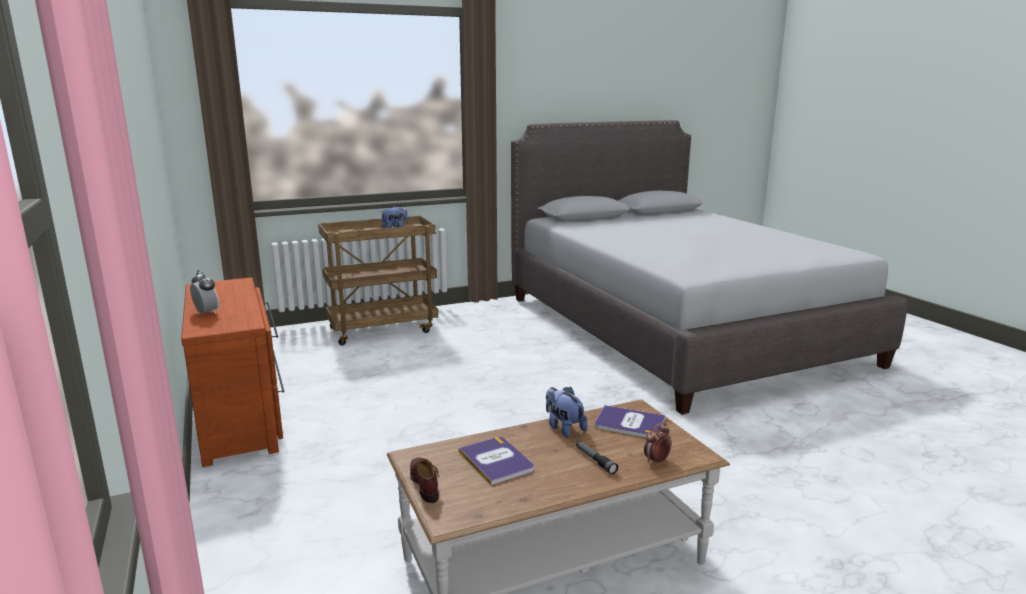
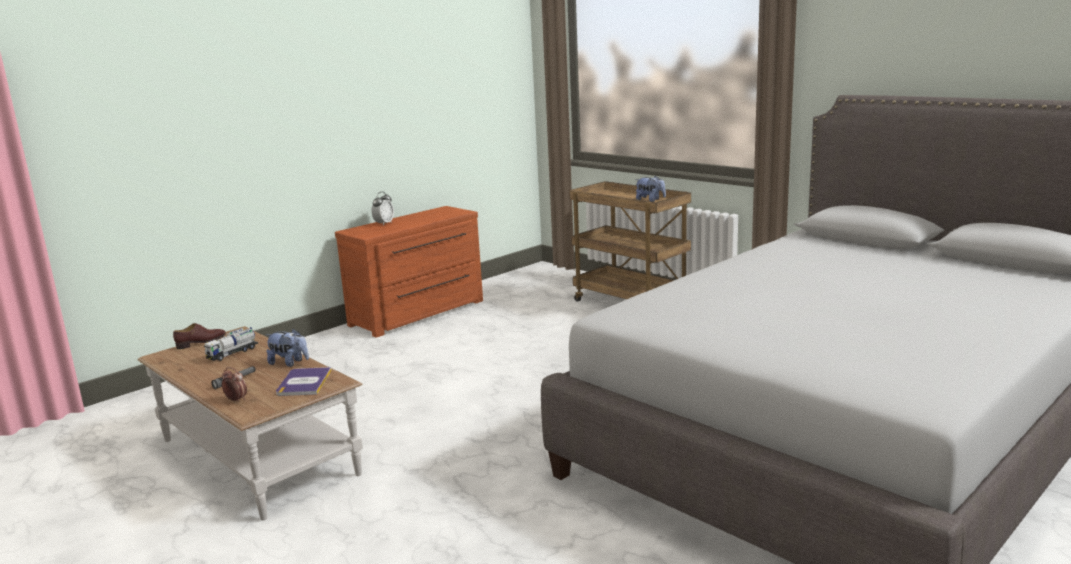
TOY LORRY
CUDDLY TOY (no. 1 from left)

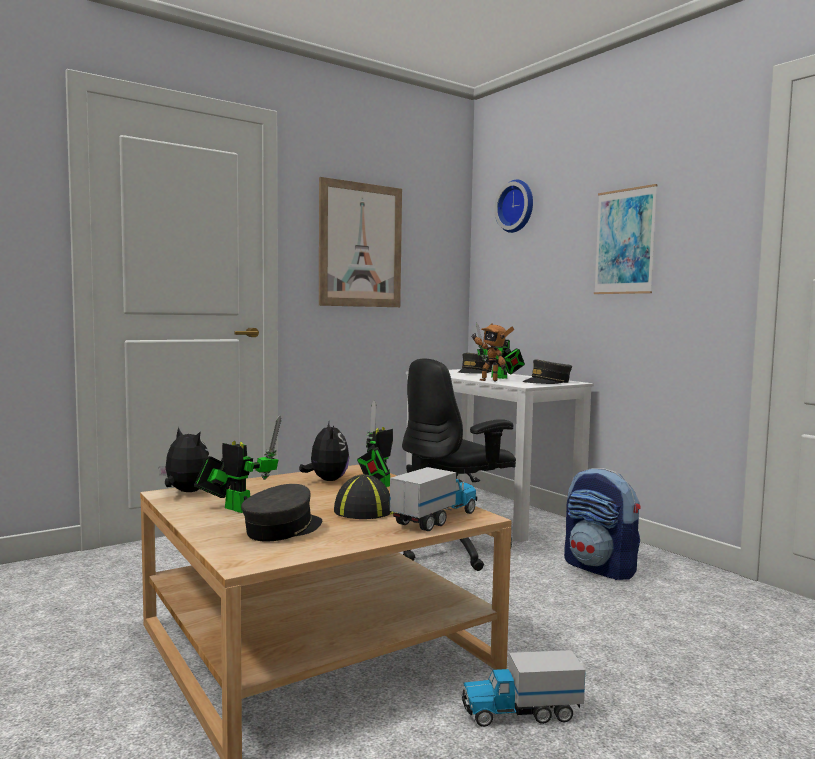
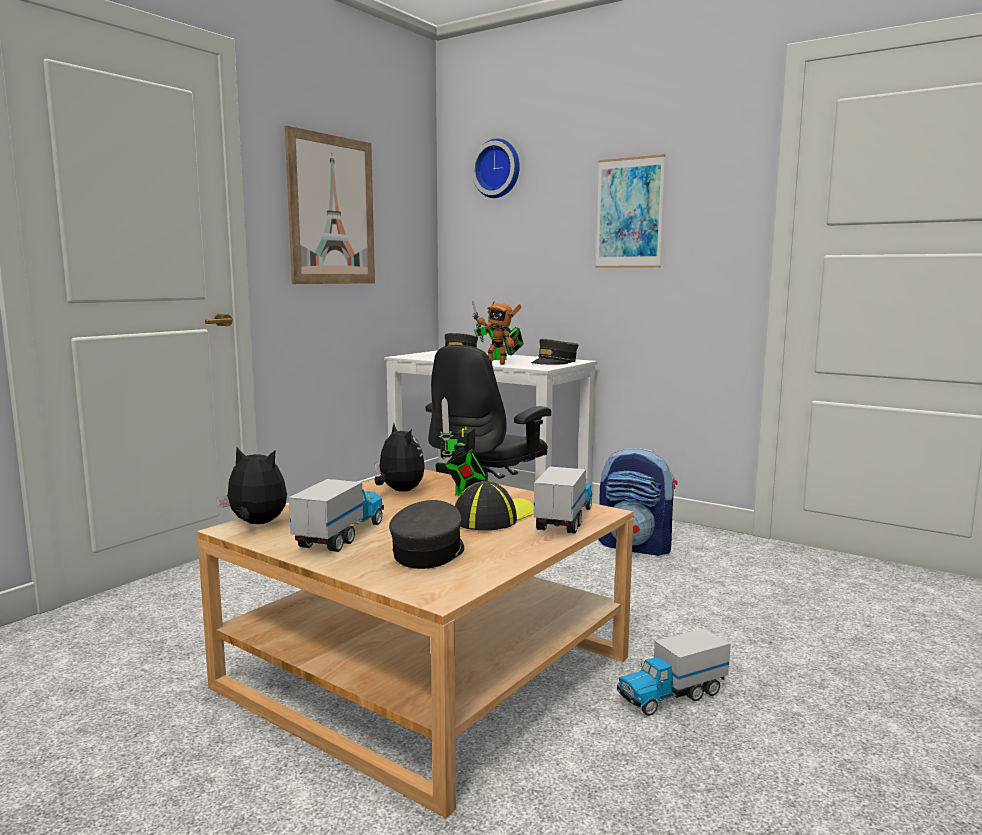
TOY LORRY (no. 1 from left)

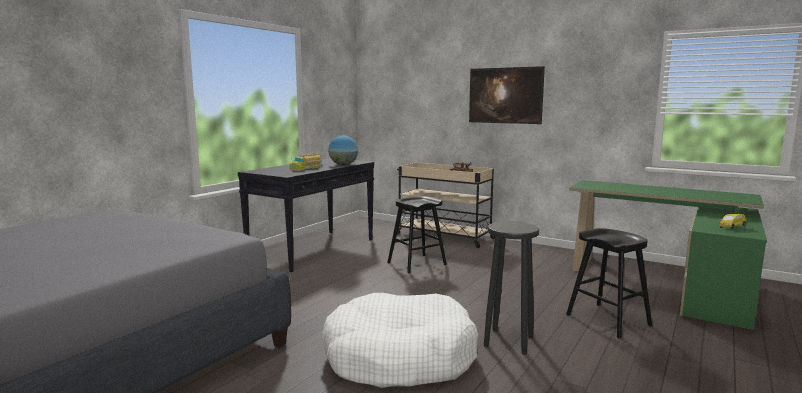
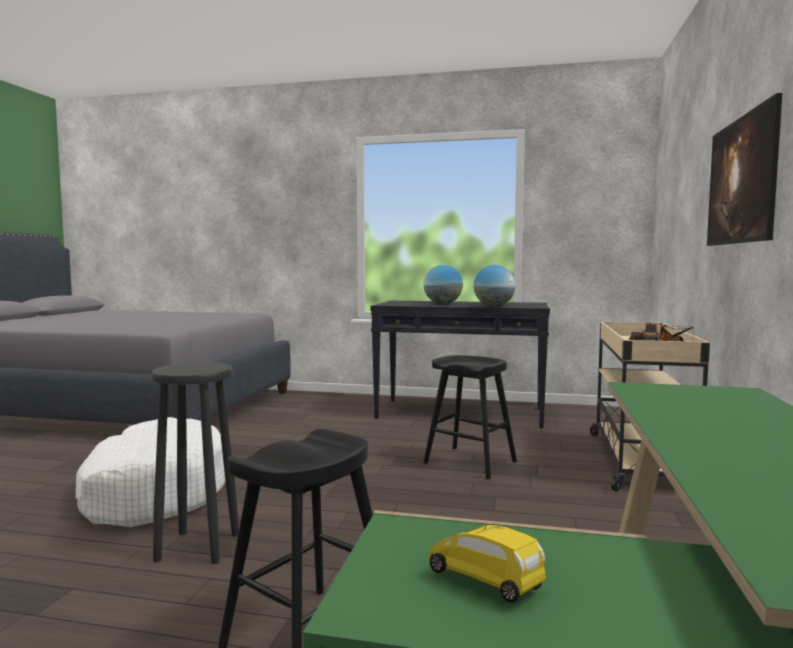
WORLD GLOBE (no. 1 from left)

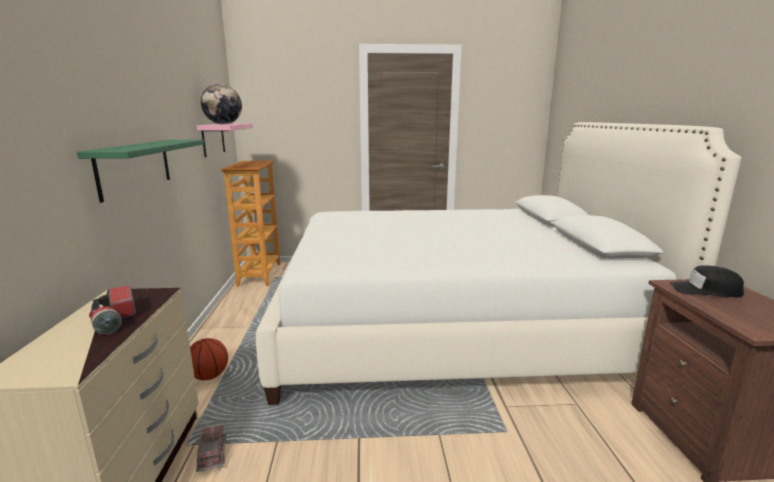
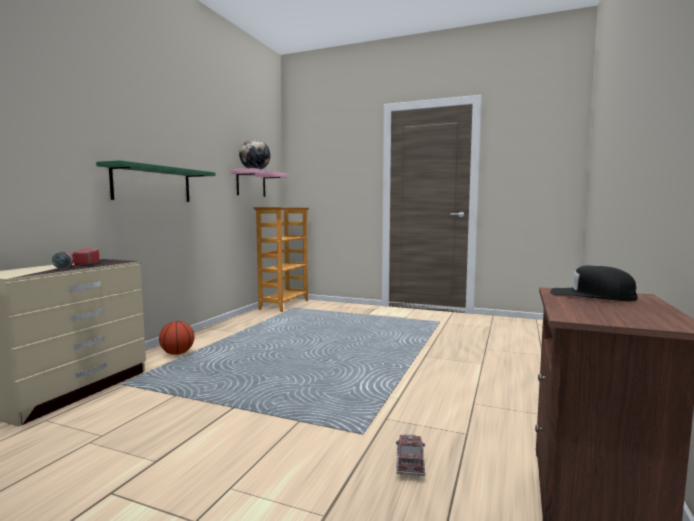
TOY LORRY
WHITE SLEEPING BED

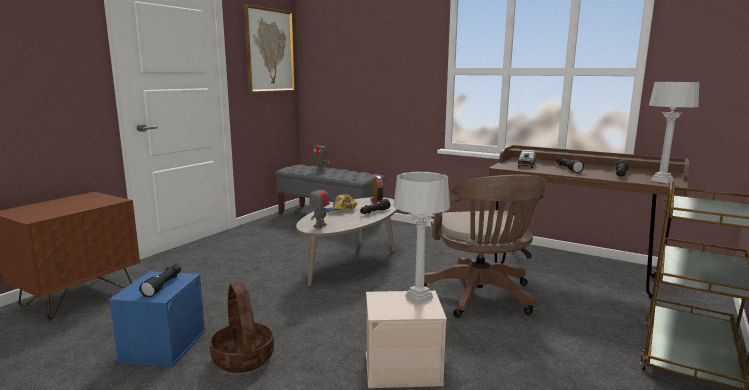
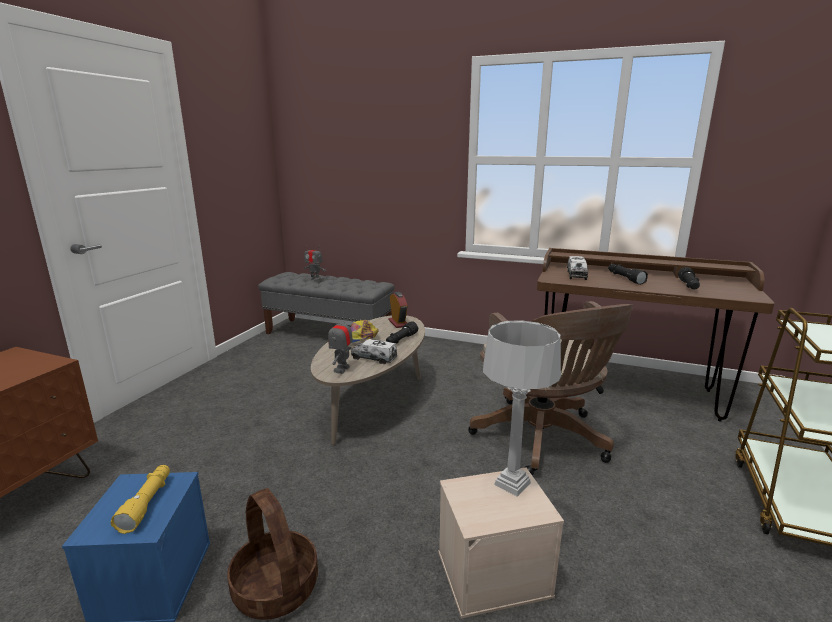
YELLOWISH HAND TORCH
TOY LORRY (no. 1 from left)
WALL PICTURE
GREYISH TABLE LAMP (no. 2 from left in the first image)

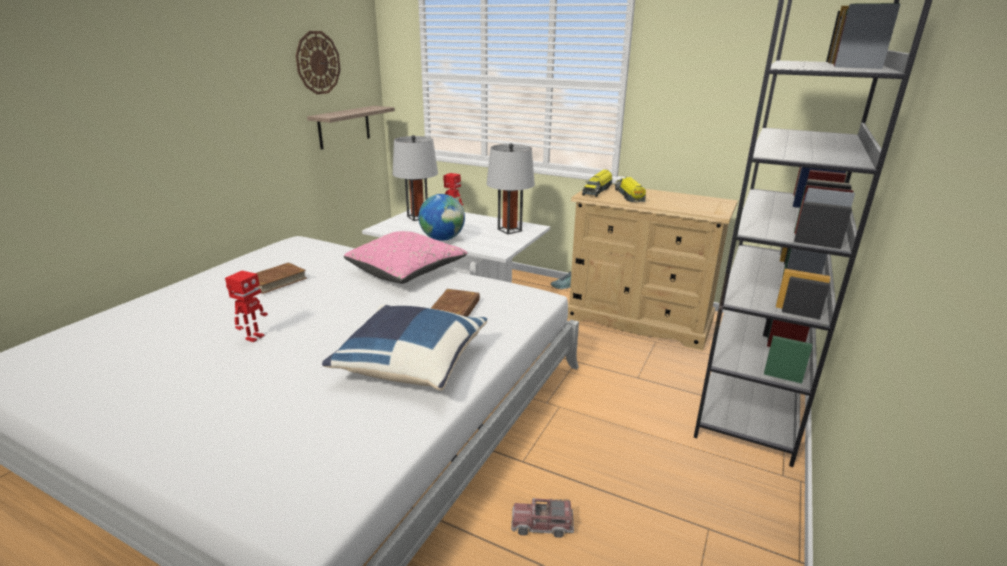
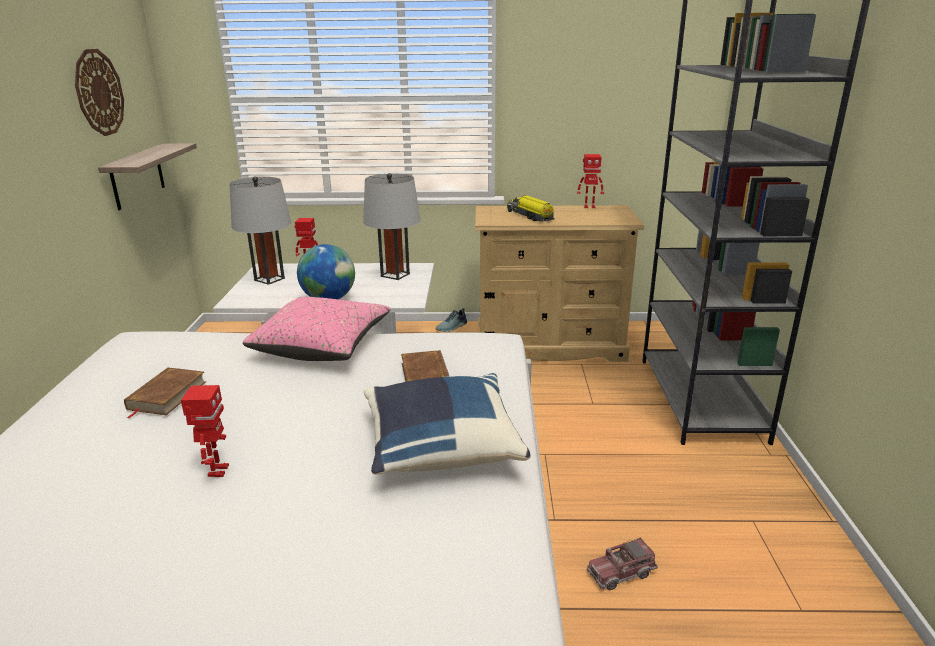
MODEL ROBOT (no. 3 from left)
TOY LORRY (no. 2 from left in the first image)

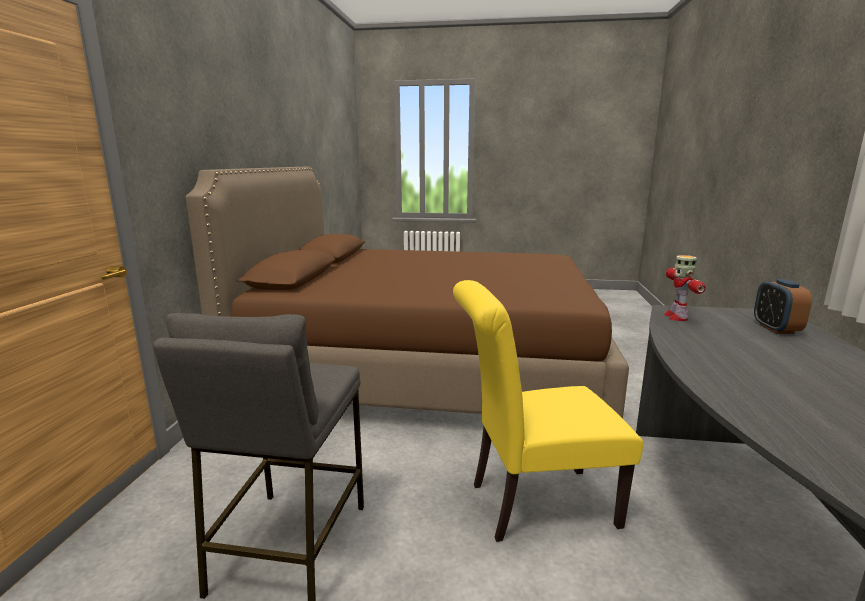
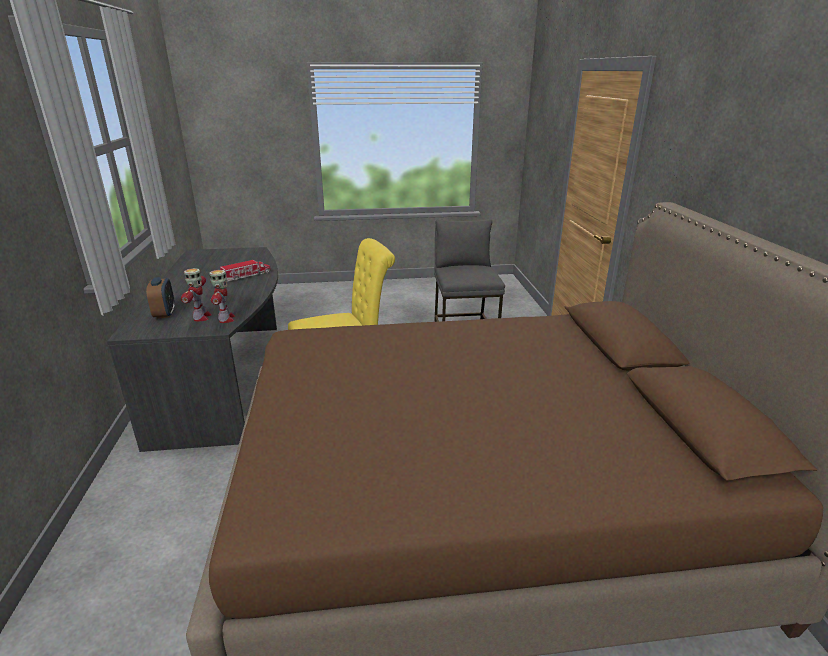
MODEL ROBOT (no. 1 from left)
TOY LORRY

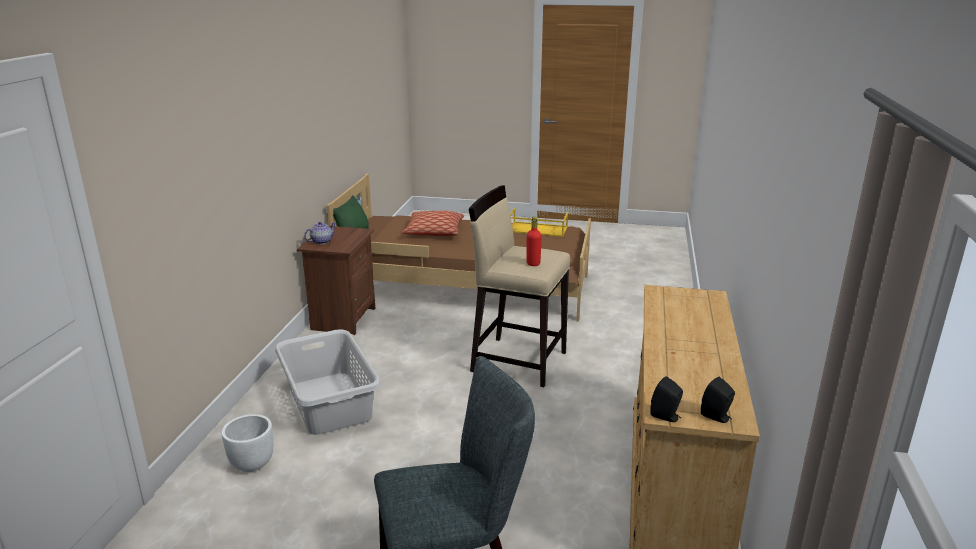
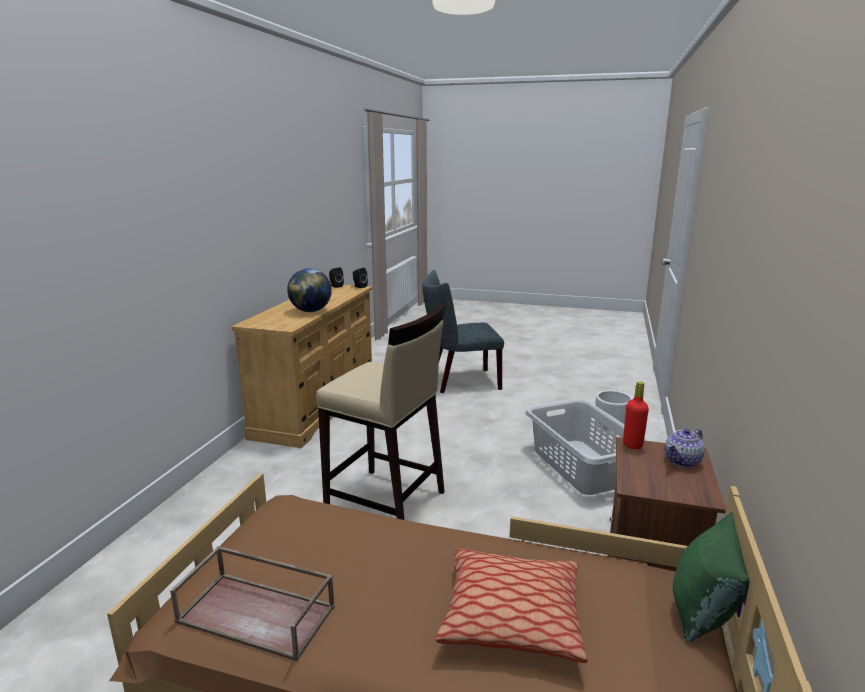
BROWNISH TRAY
WORLD GLOBE
RED-COLOURED BEVERAGE BOTTLE

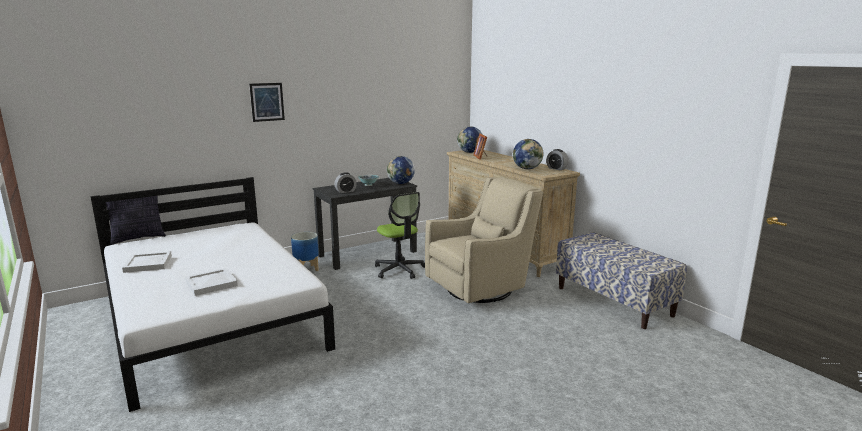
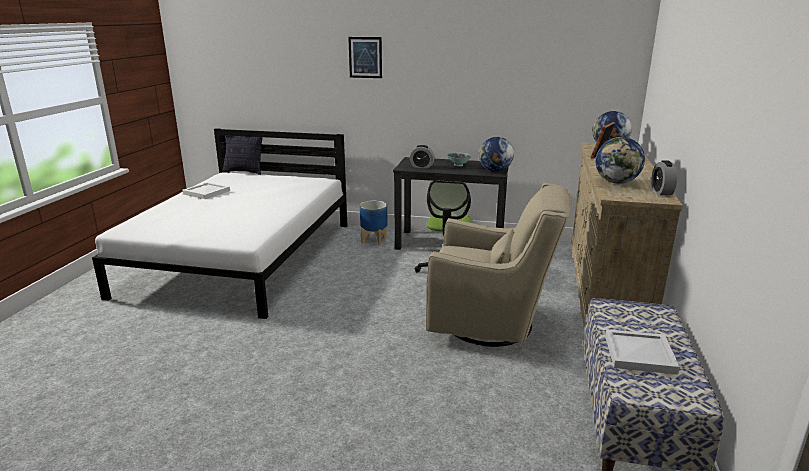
WHITE TRAY (no. 2 from left)

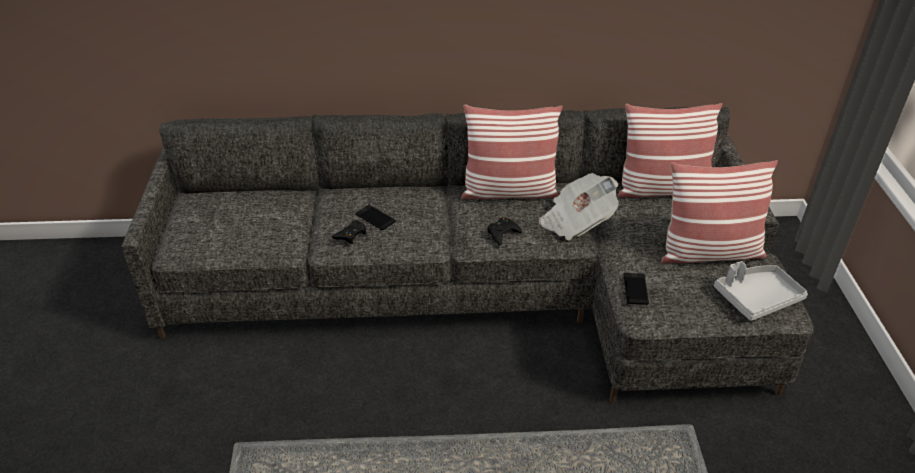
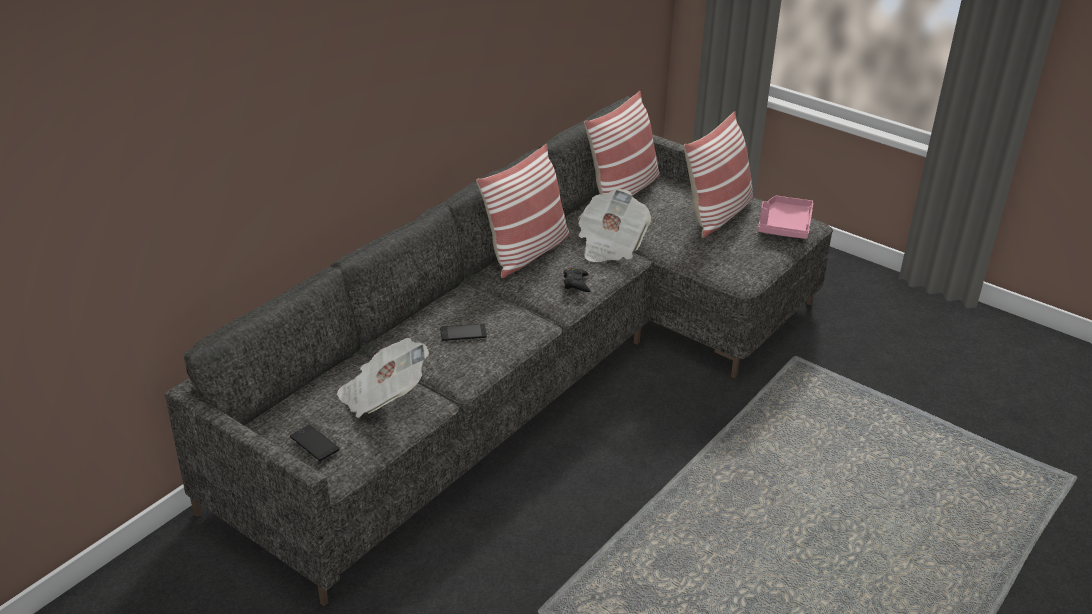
TELEPHONE (no. 1 from left)
NEWSPAPER (no. 1 from left)
PINKISH TRAY
BLACK GAME CONTROLLER (no. 1 from left in the first image)

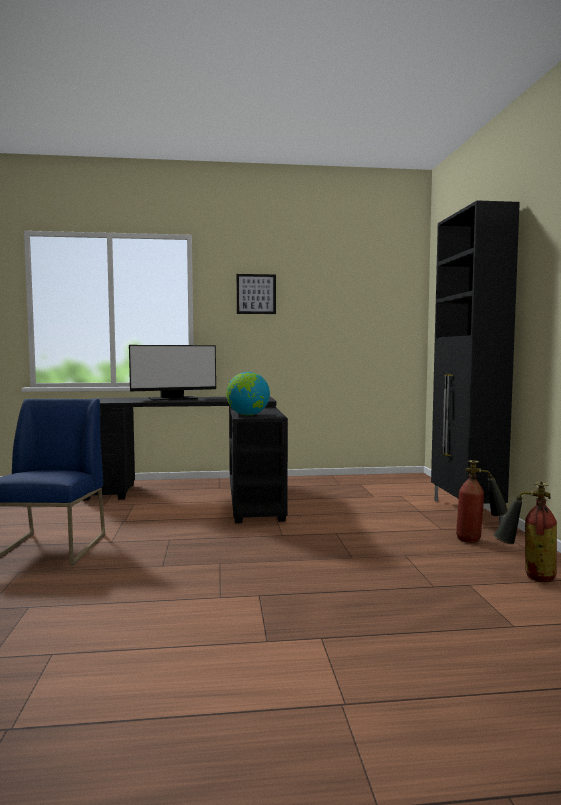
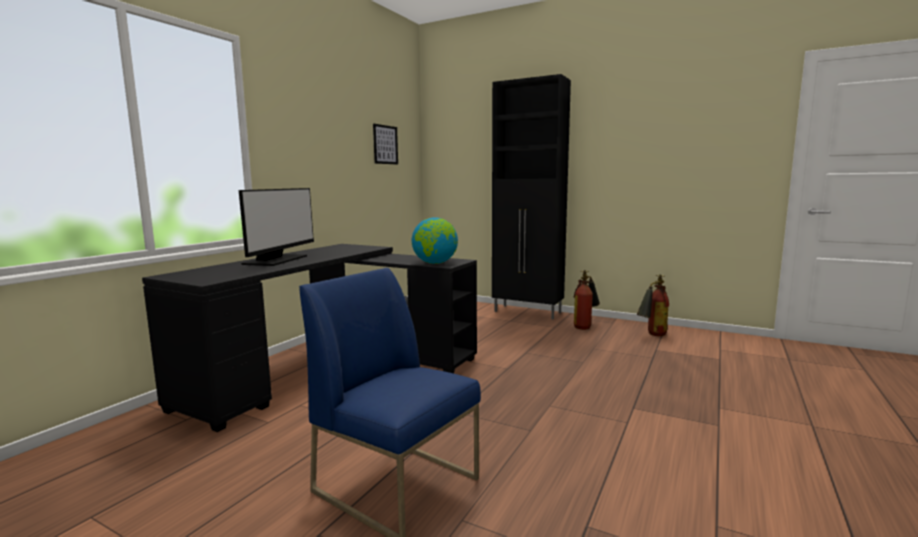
WALL PICTURE

